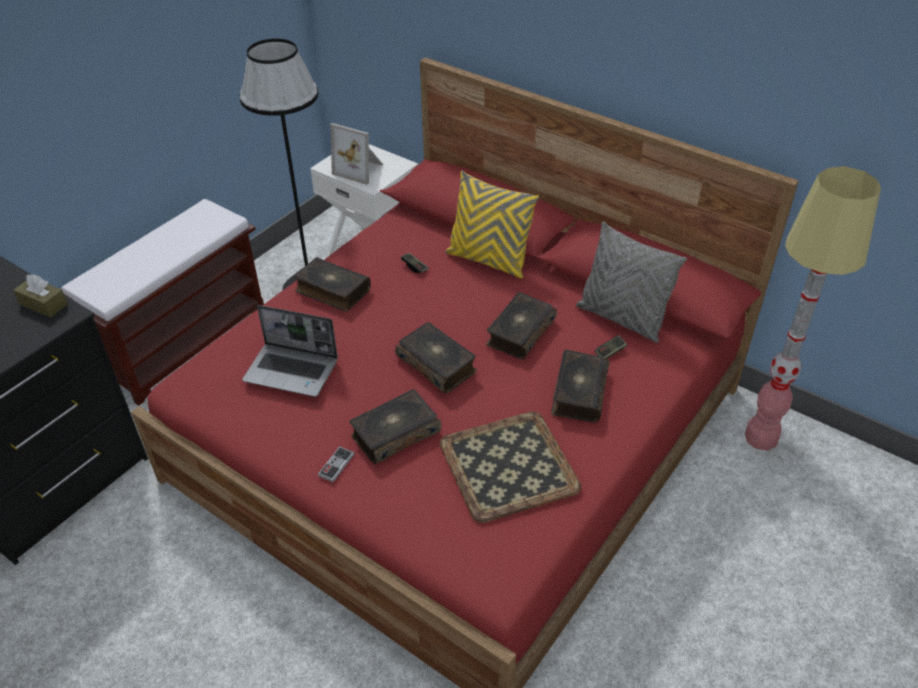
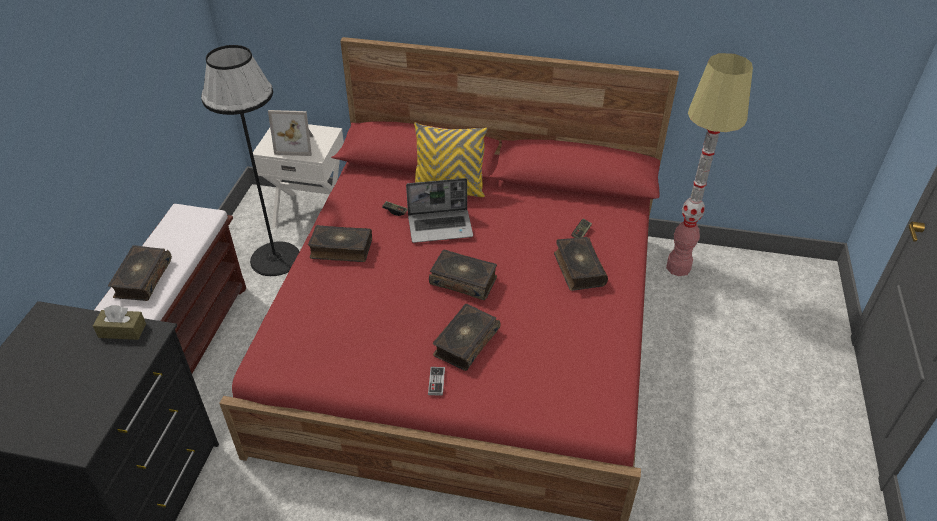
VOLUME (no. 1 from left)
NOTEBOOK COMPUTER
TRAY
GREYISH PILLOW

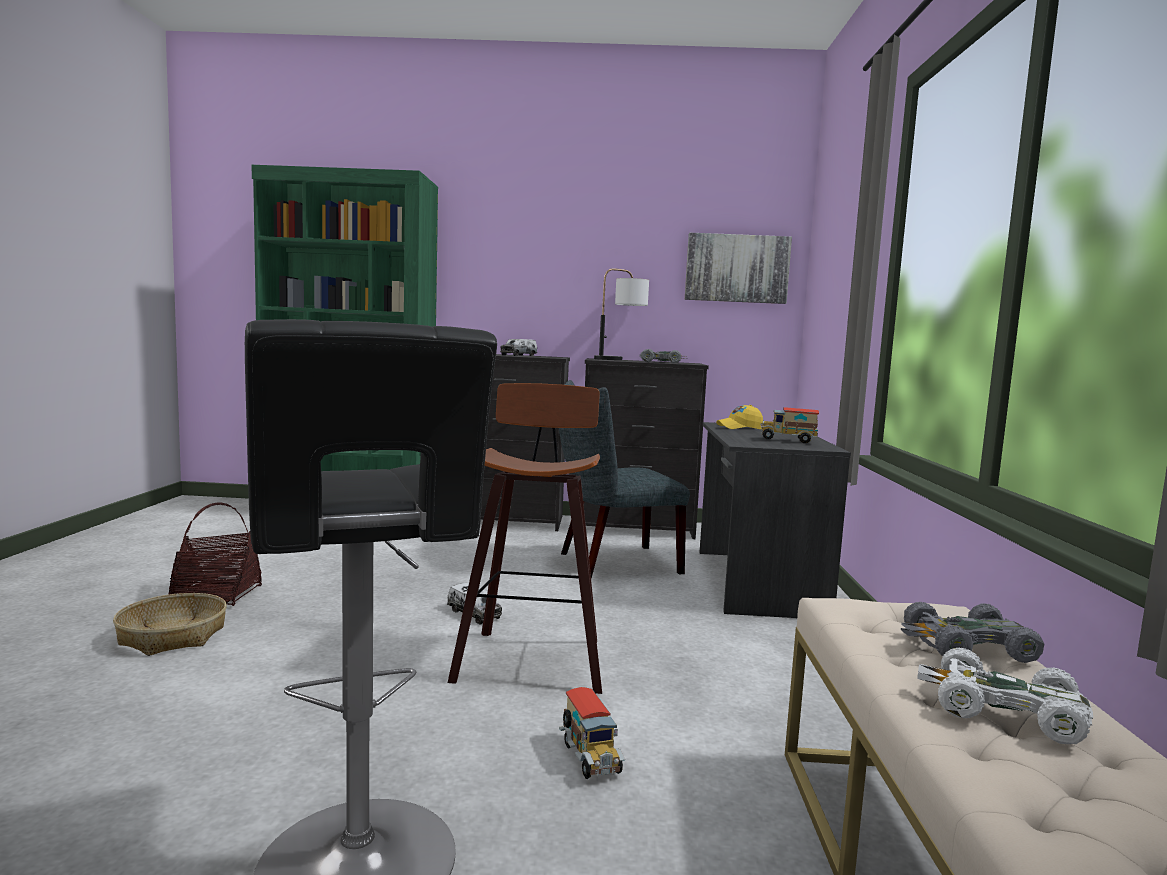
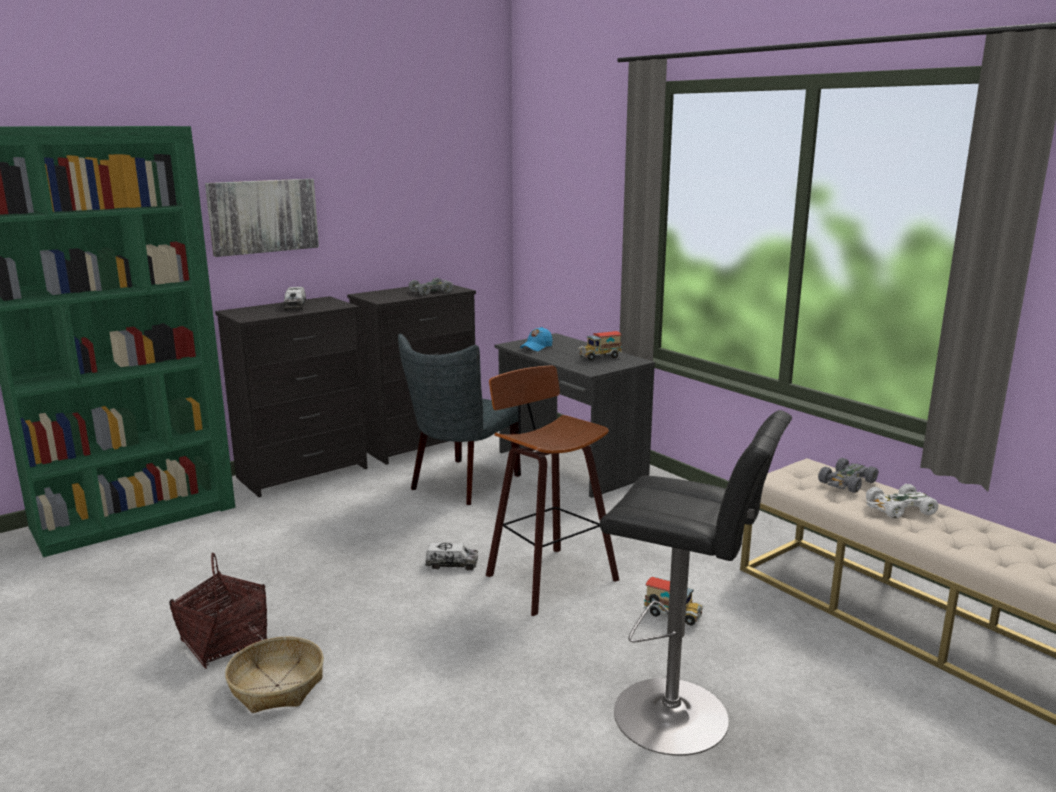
WALL PICTURE
BLUISH PEAKED CAP
TABLE LAMP

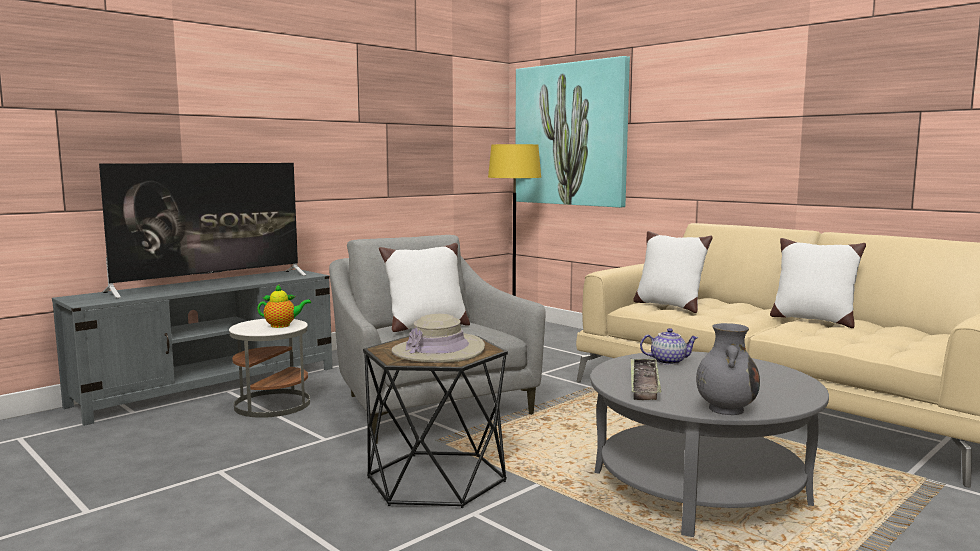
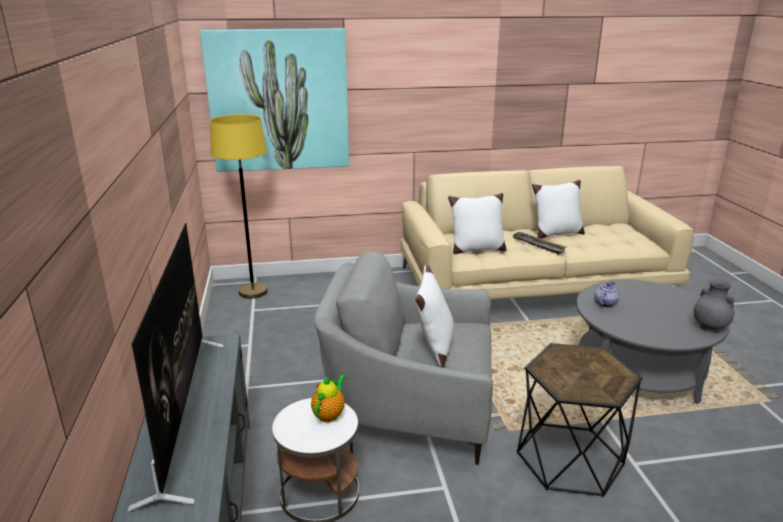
TRAY
SAND-COLOURED HAT

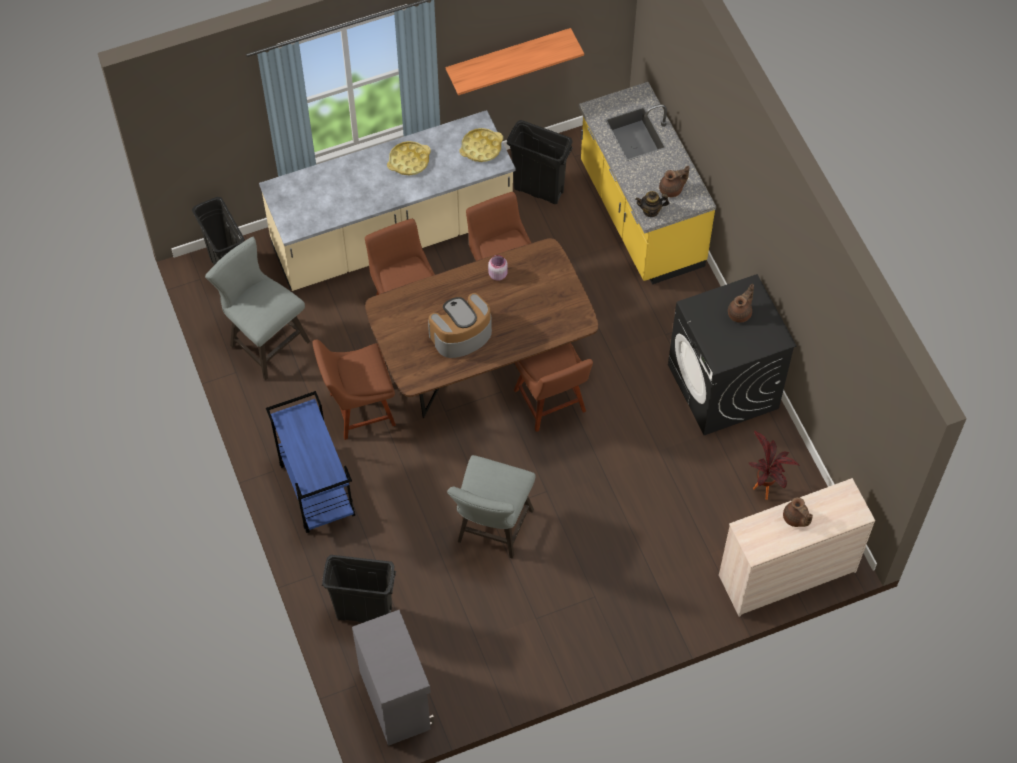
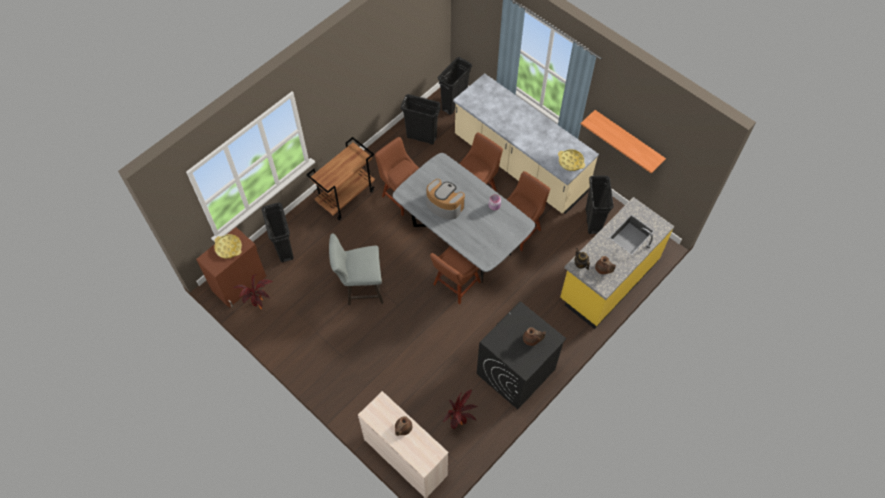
BROWNISH STORAGE CABINET
YELLOWISH TRAY (no. 1 from left)
POTTED PLANT (no. 1 from left)
BROWNISH WHEELED CART
GREYISH KITCHEN TABLE
BLACK RUBBISH BIN (no. 2 from left)

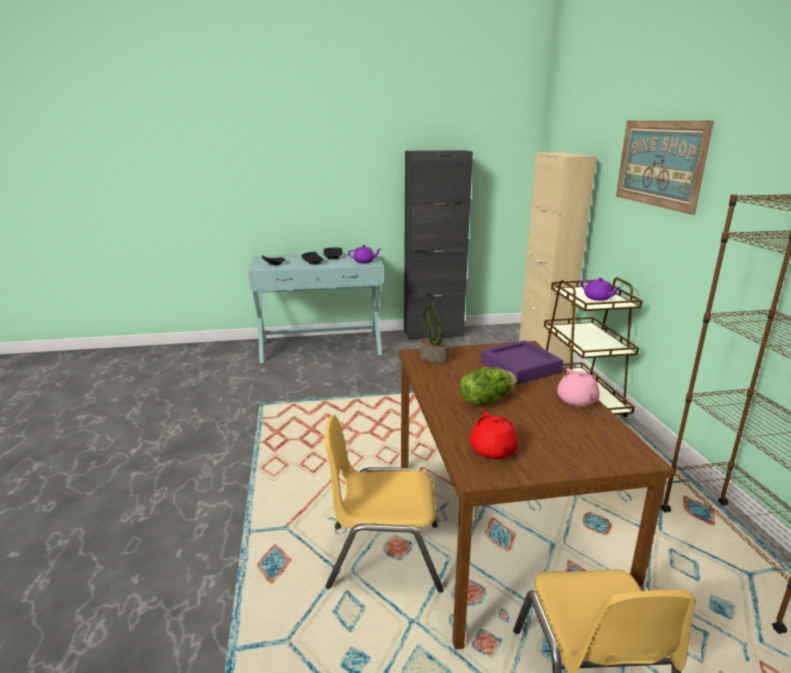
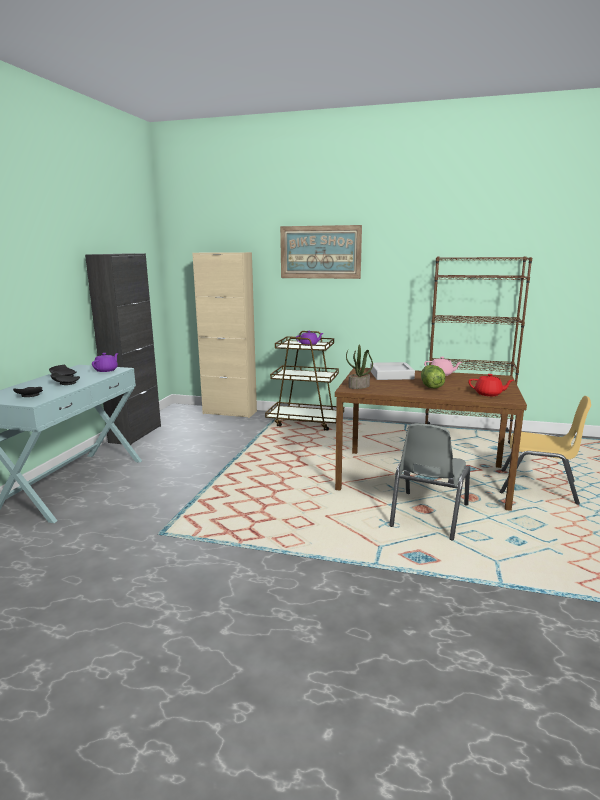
GREYISH TRAY
GREYISH CHAIR

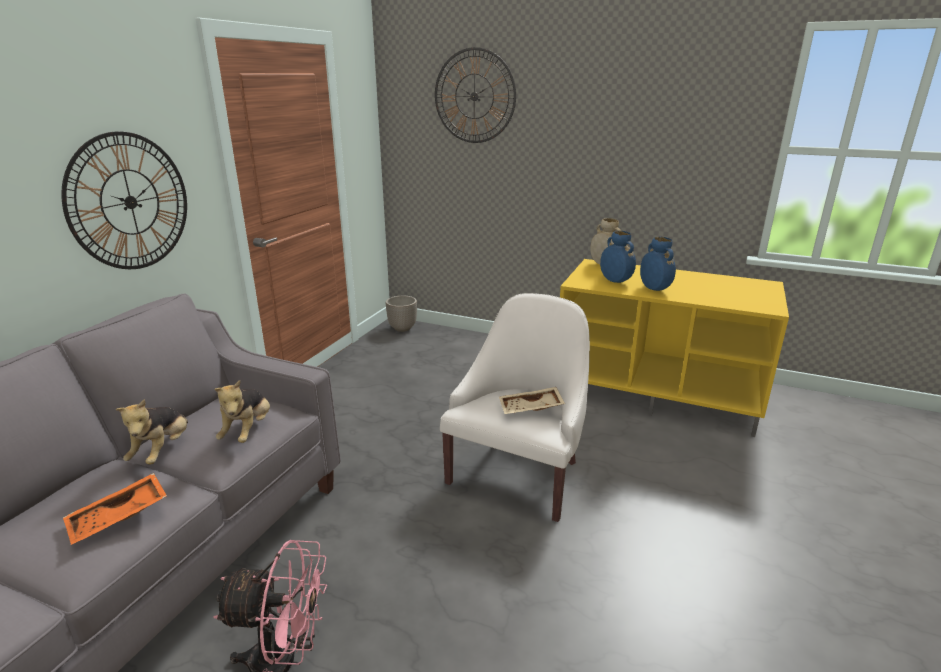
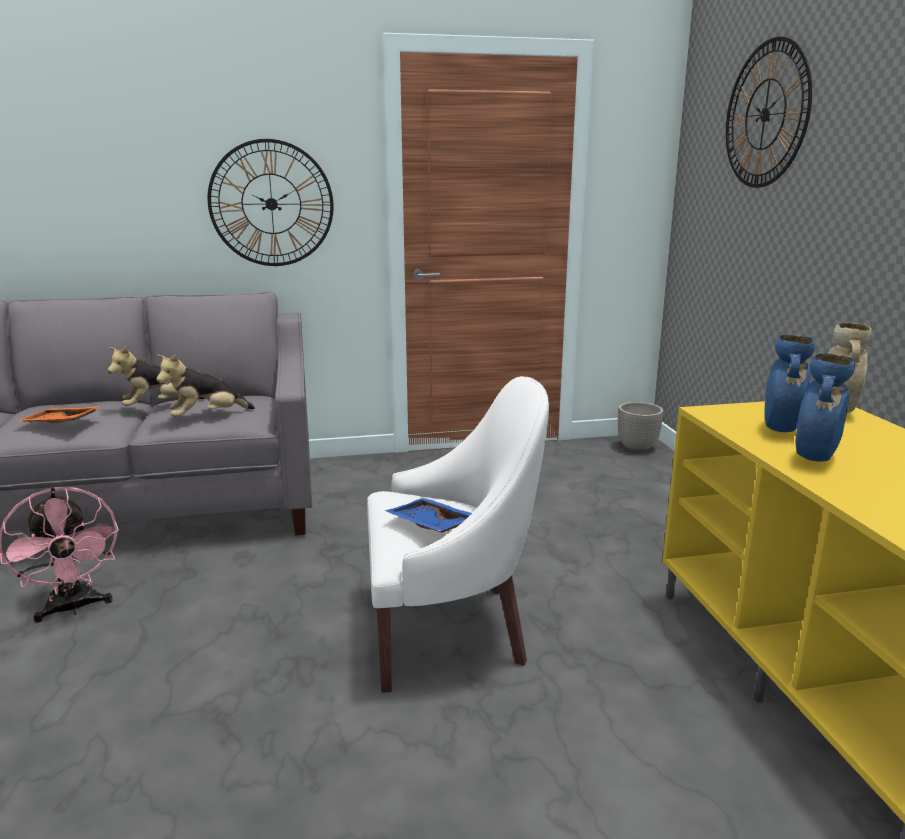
BLUISH TRAY

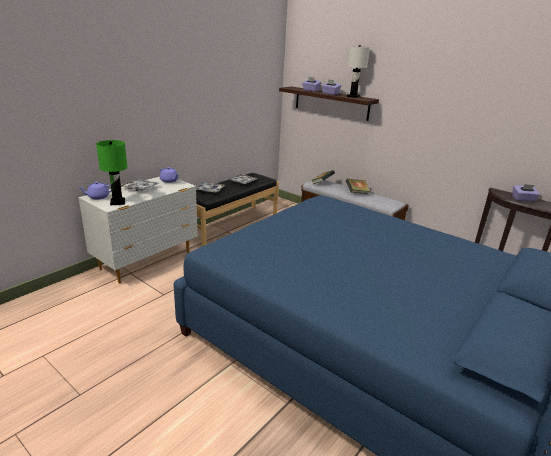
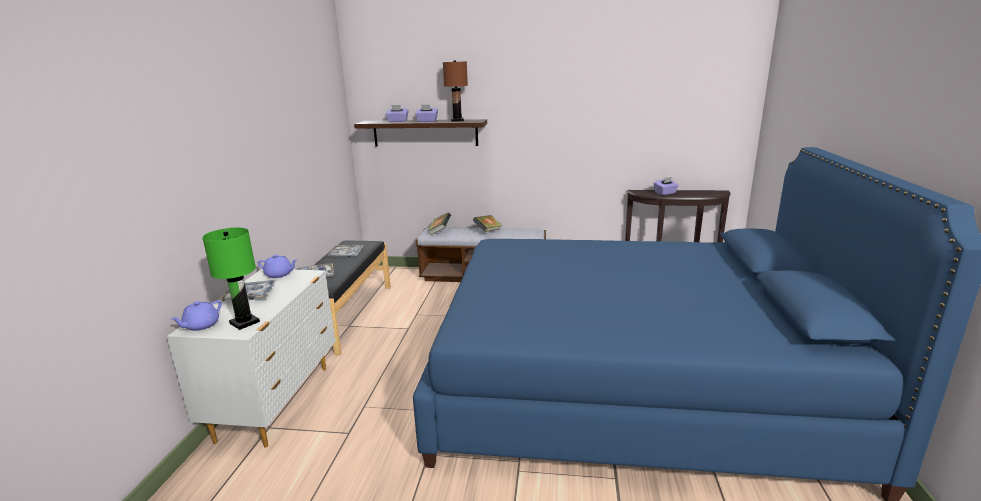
BROWNISH TABLE LAMP

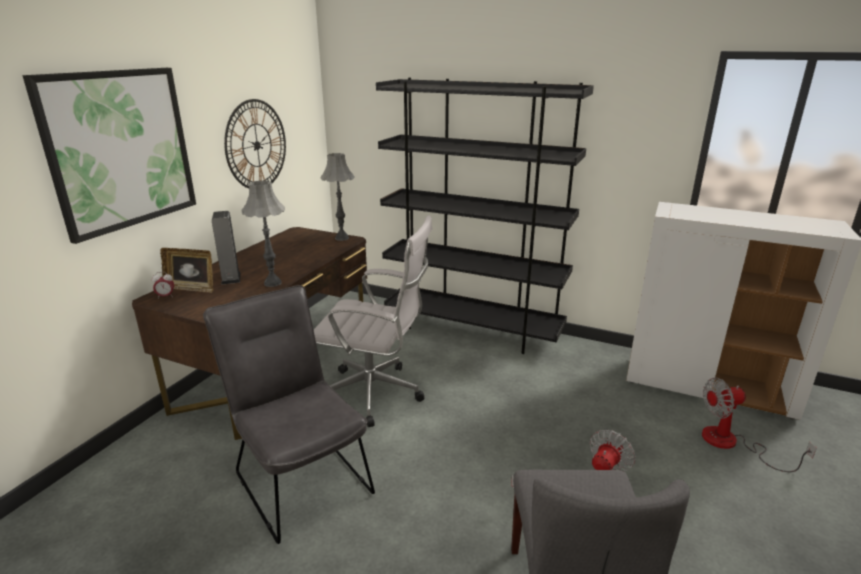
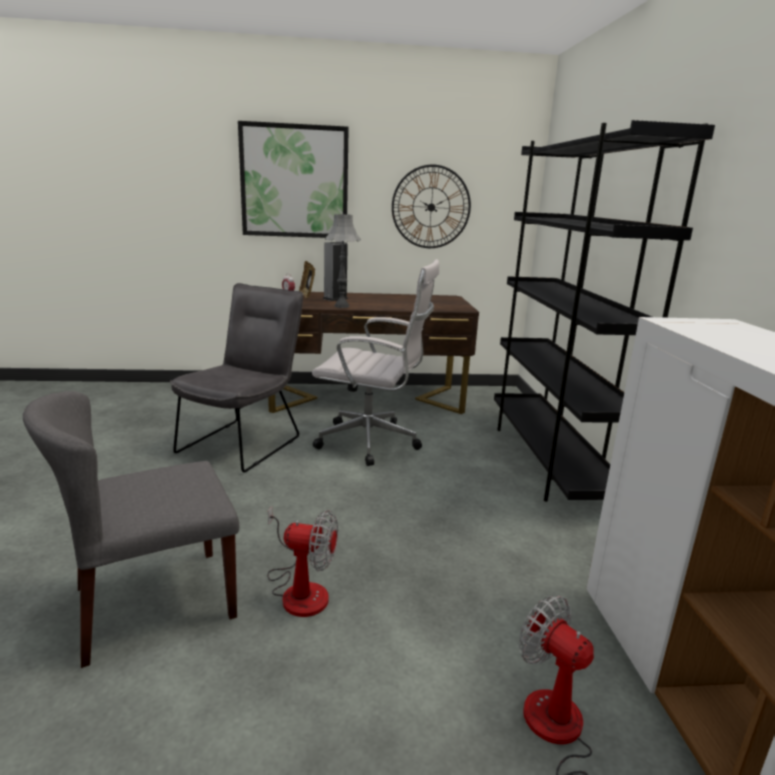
WHITE DESK CHAIR
GREYISH TABLE LAMP (no. 2 from left in the first image)

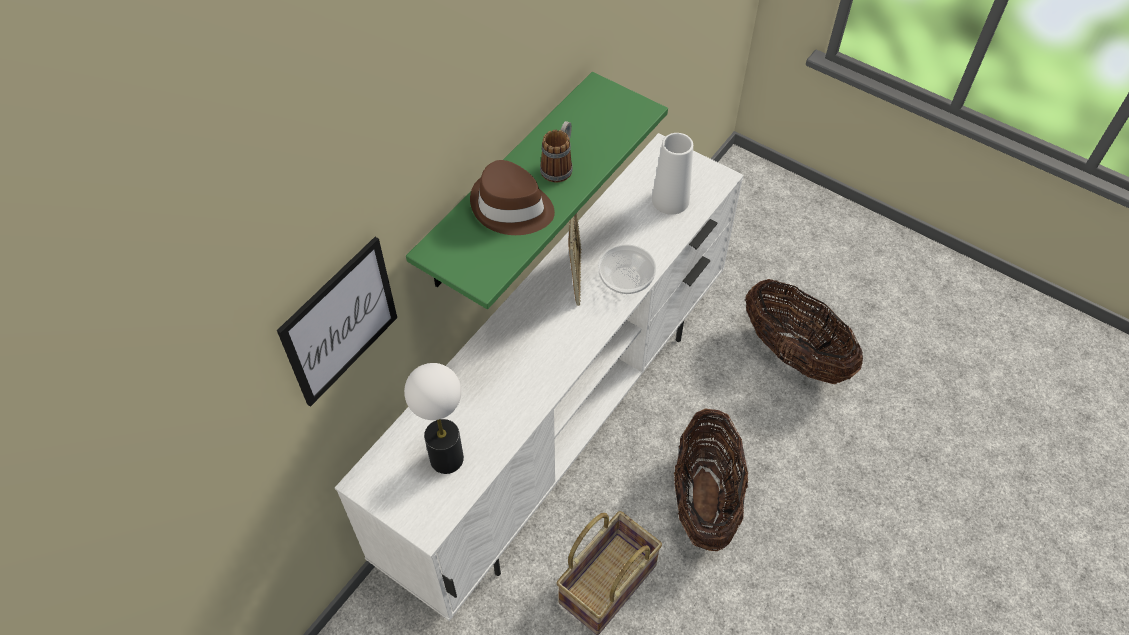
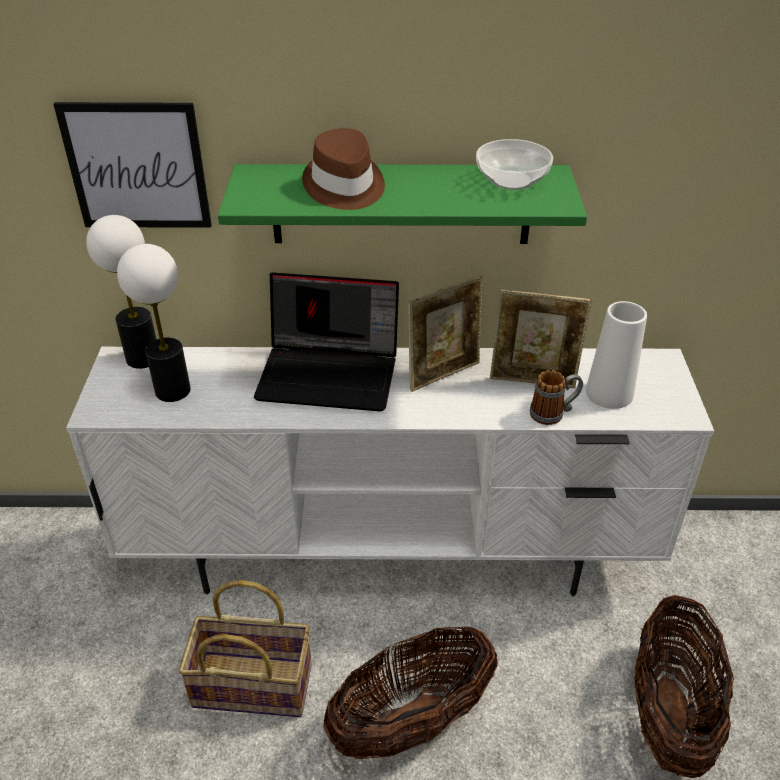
TABLE LAMP (no. 1 from left)
NOTEBOOK COMPUTER
DEEP DISH
STANDING FRAME (no. 2 from left)
COFFEE MUG

